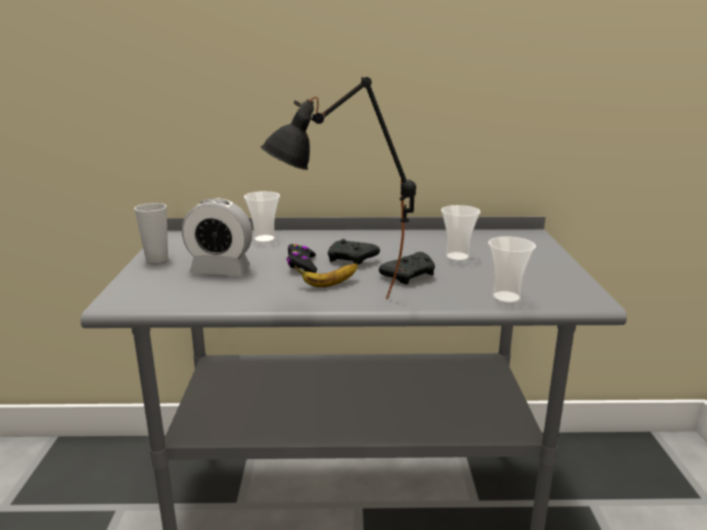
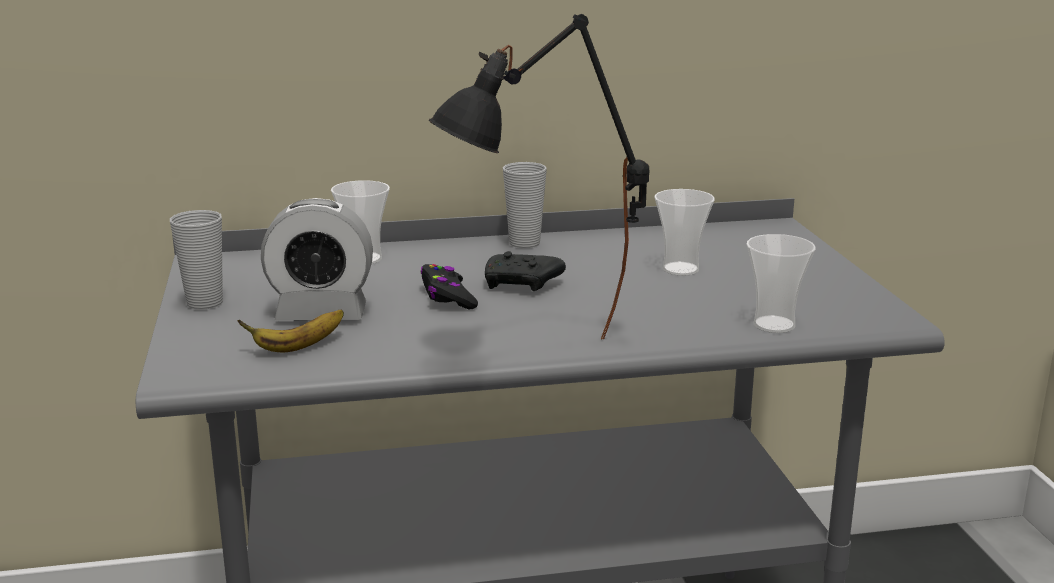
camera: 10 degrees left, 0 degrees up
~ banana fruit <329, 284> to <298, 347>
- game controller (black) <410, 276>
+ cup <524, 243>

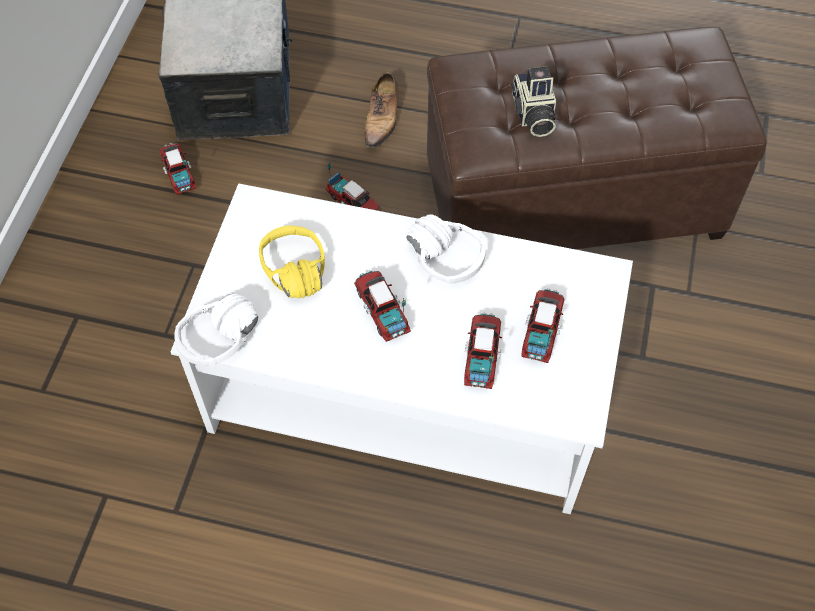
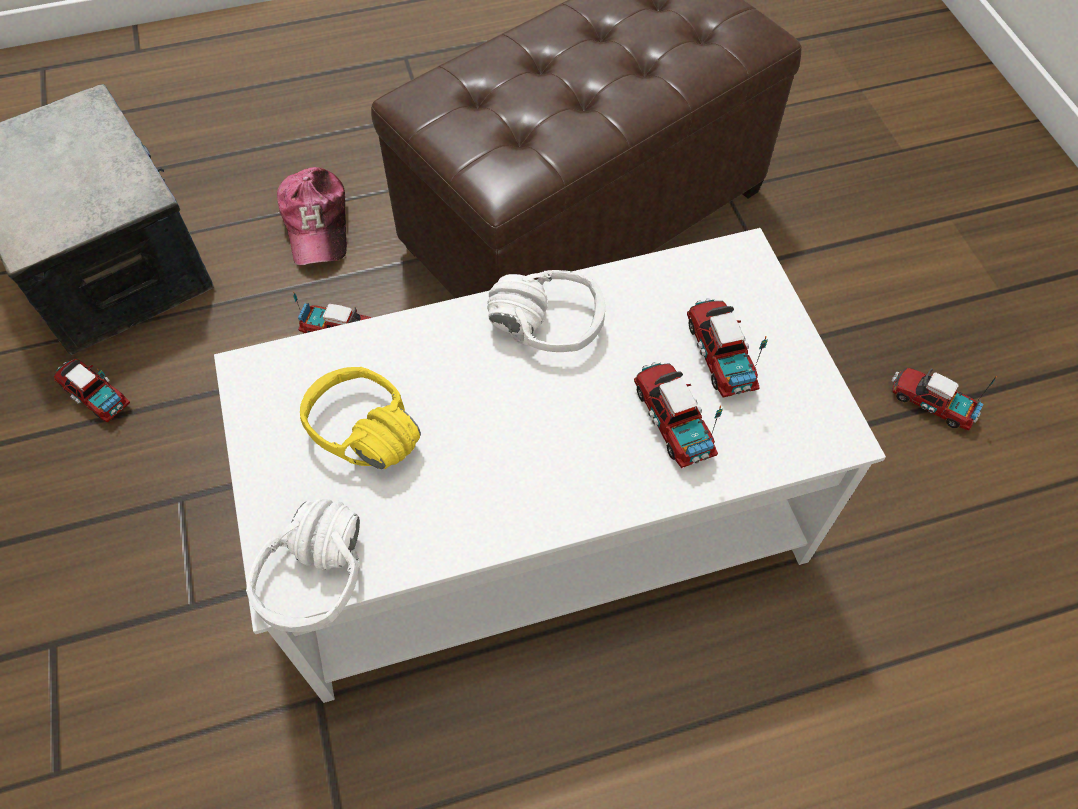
camera: 30 degrees left, 0 degrees up
~ toy lorry <381, 309> to <930, 403>
~ item of footwear <382, 118> to peaked cap <317, 223>
- photo camera <532, 115>

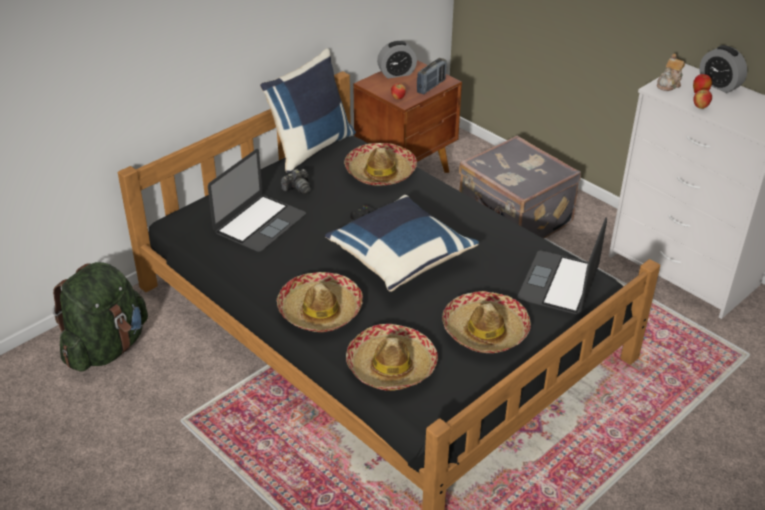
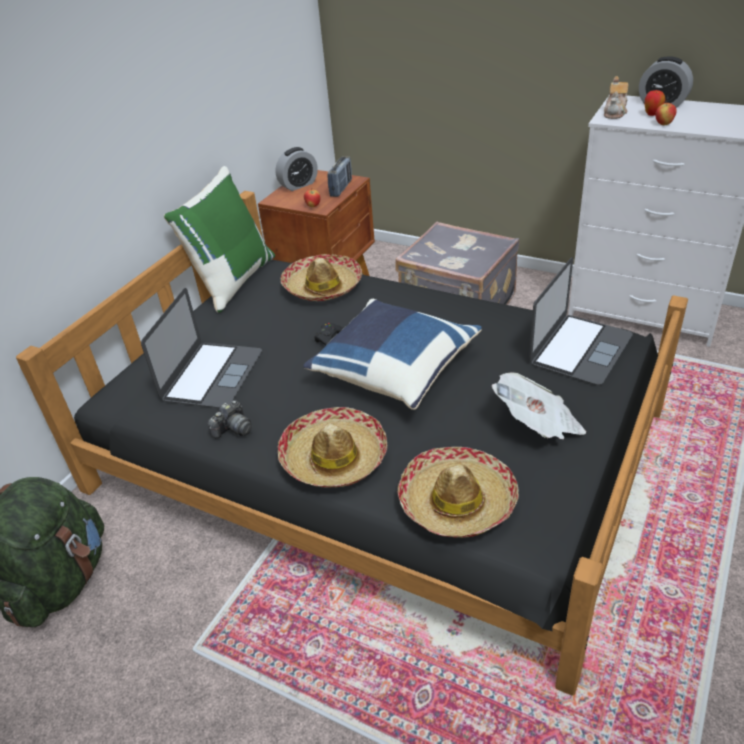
camera: 15 degrees left, 0 degrees up
~ cushion (blue-coloured) <311, 147> to cushion (green) <233, 281>
~ photo camera <298, 189> to <233, 429>
~ clothing hat <485, 331> to printed paper <538, 425>
~ notebook computer <559, 283> = <580, 349> 150 degrees counterclockwise

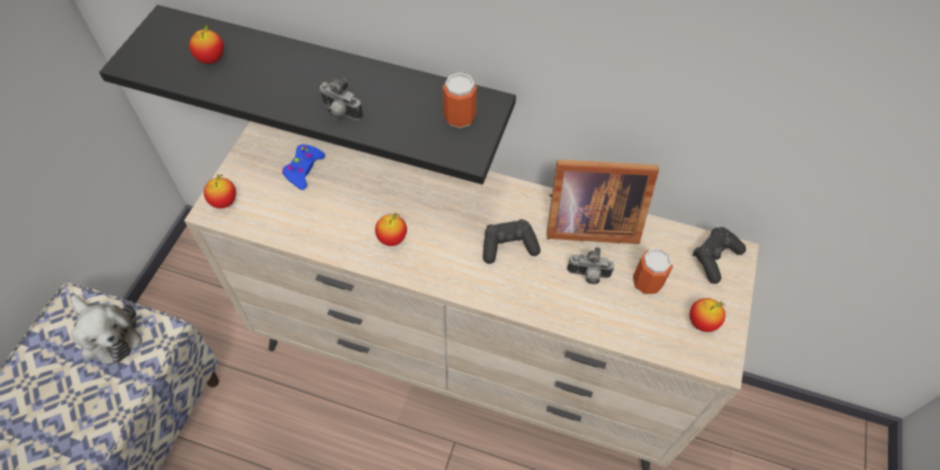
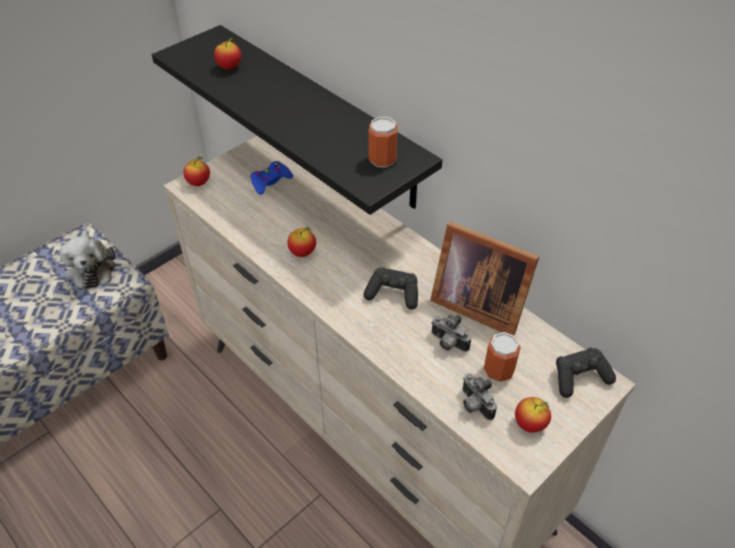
camera: 30 degrees right, 10 degrees down
~ photo camera <340, 113> to <474, 405>

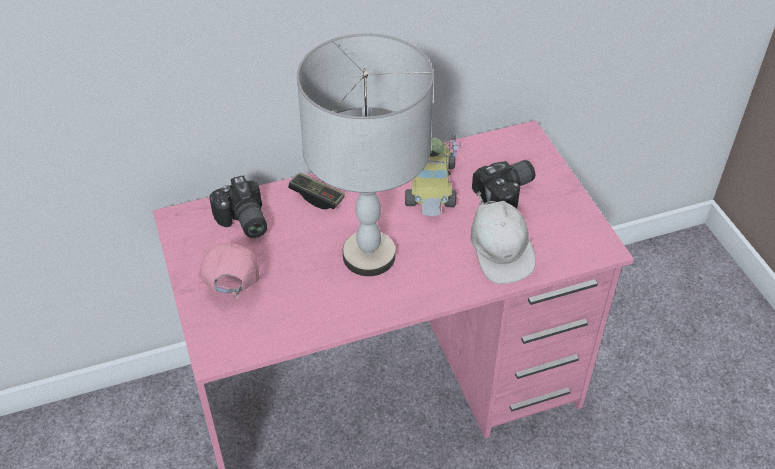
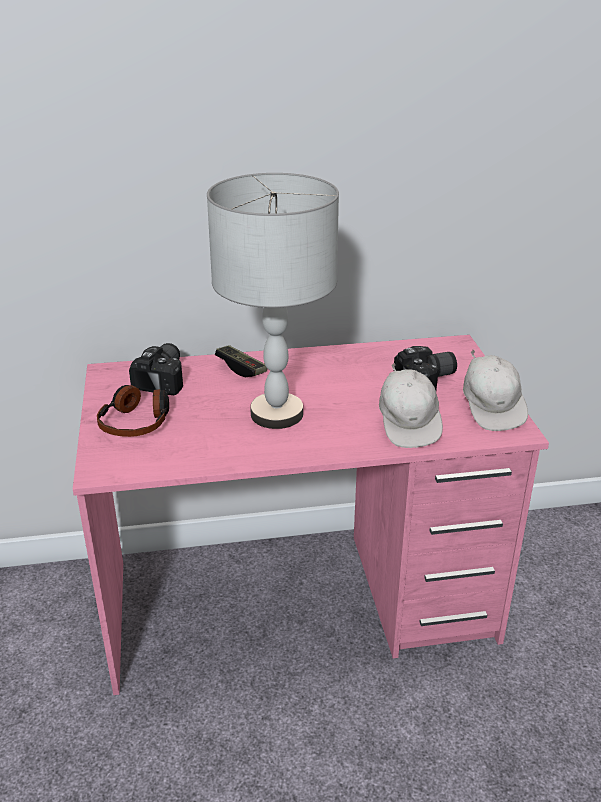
camera: 10 degrees right, 15 degrees down
~ peaked cap (pinkish) <231, 285> to pair of headphones <136, 422>
~ photo camera <242, 222> = <165, 379> 150 degrees counterclockwise
- miniature car <431, 186>
+ peaked cap (white) <492, 409>

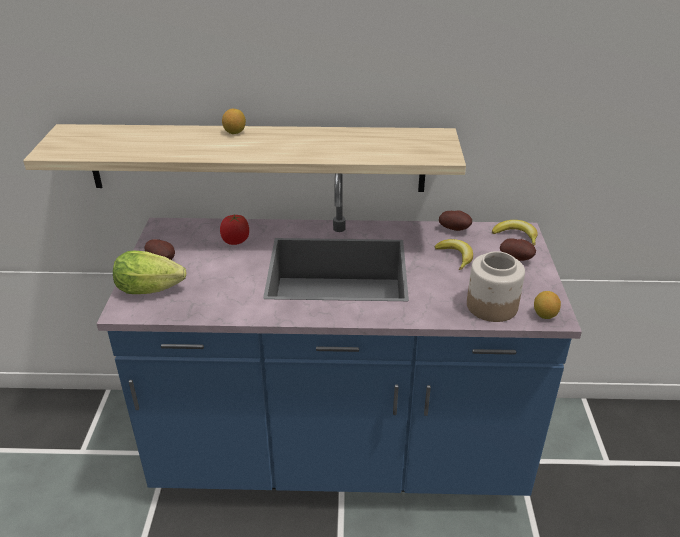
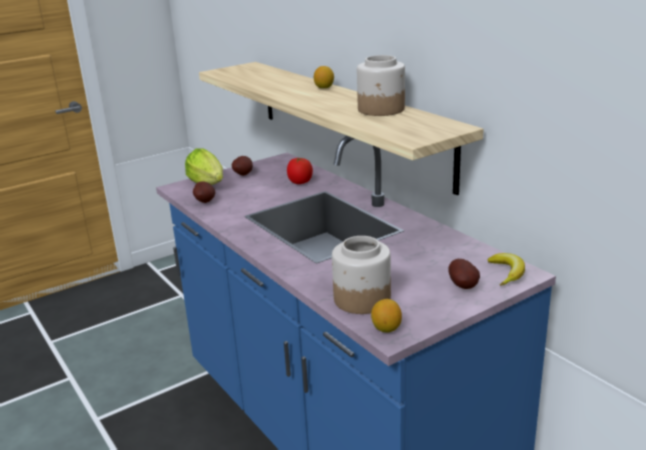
camera: 55 degrees right, 10 degrees down
- banana fruit <455, 257>
~ whole potato <455, 229> to <205, 201>
+ storage jar <381, 109>

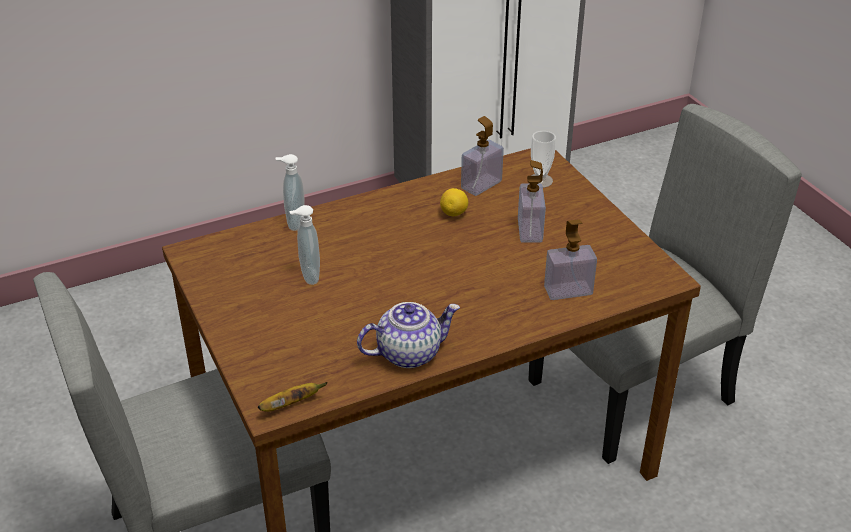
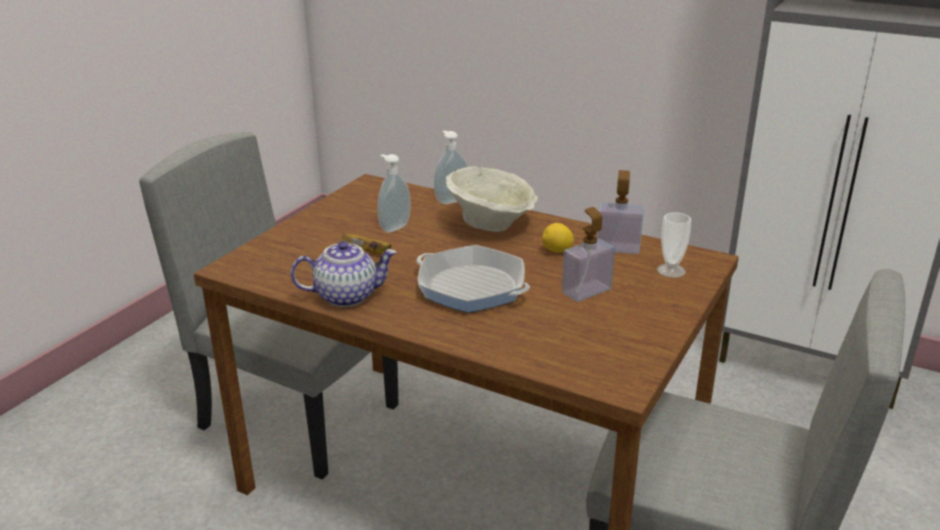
camera: 55 degrees right, 10 degrees down
~ banana fruit <291, 404> to <370, 253>
~ teapot <409, 353> = <347, 296> 45 degrees counterclockwise
- soap bottle <568, 290>
+ pan <471, 287>
+ serving bowl (beige-coloured) <491, 225>

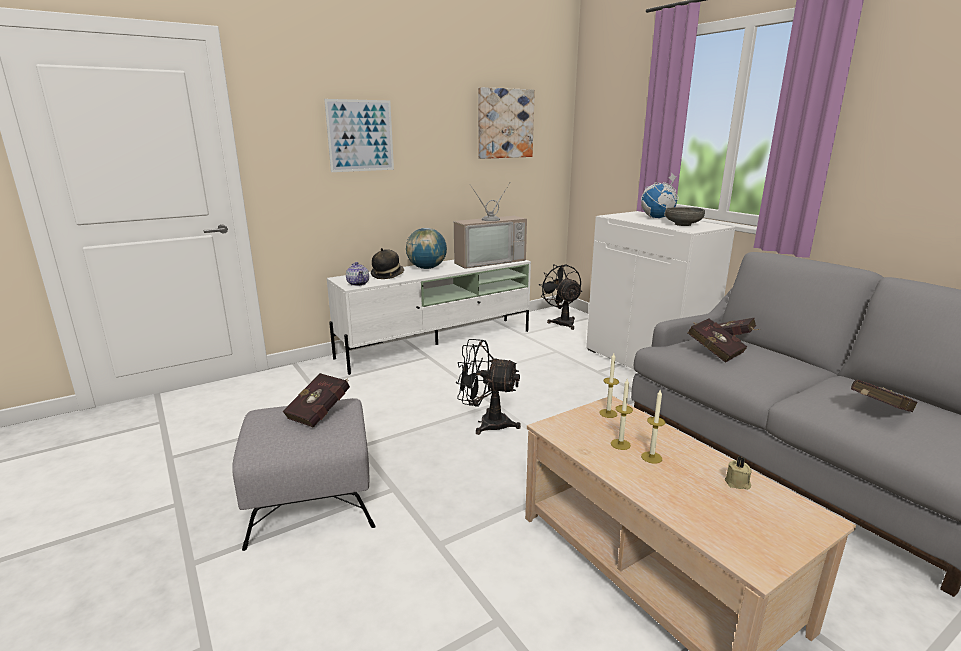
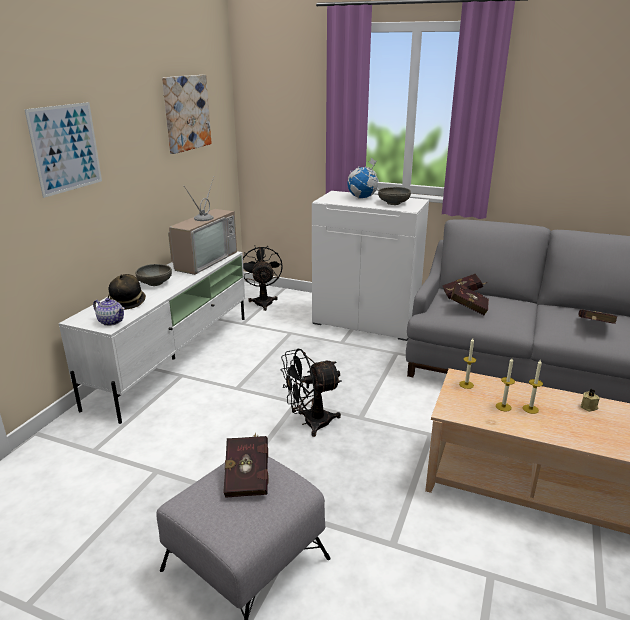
camera: 35 degrees left, 5 degrees up
~ desk globe <427, 268> to serving bowl (grey) <155, 283>
~ cooling fan (black) <562, 322> = <263, 301> 45 degrees clockwise

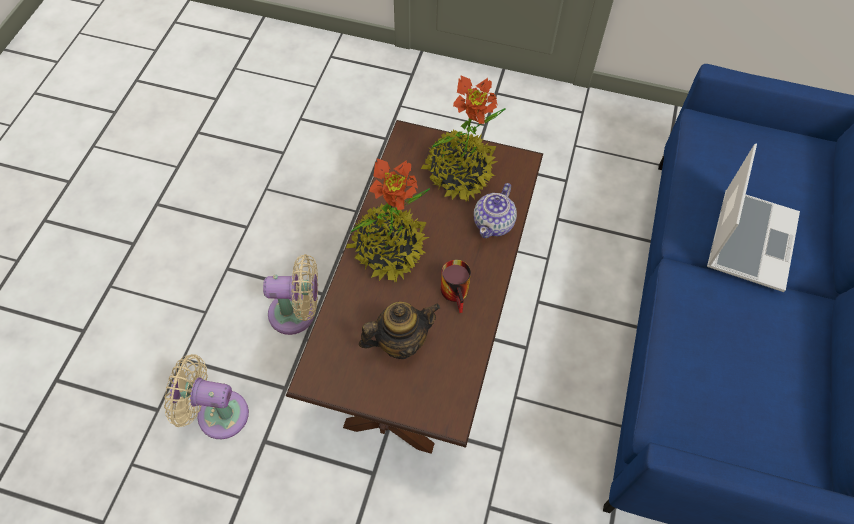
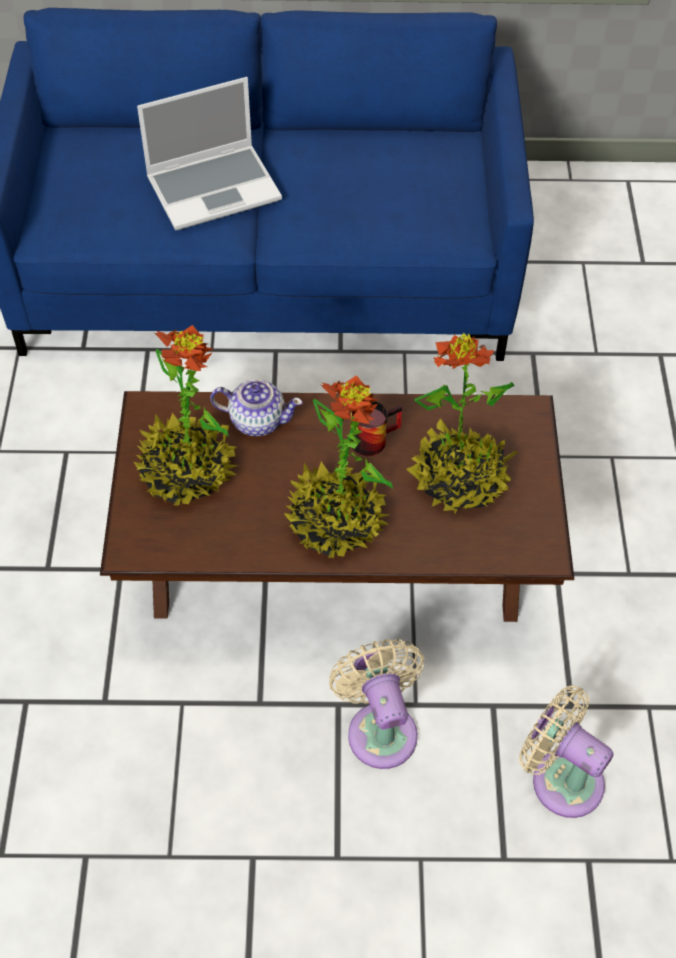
camera: 105 degrees left, 5 degrees down
~ cooling fan (beige-coloured) <217, 413> = <561, 778> 135 degrees clockwise
~ teapot <400, 342> to houseplant <459, 479>
~ notebook computer <750, 239> = <215, 188> 150 degrees clockwise

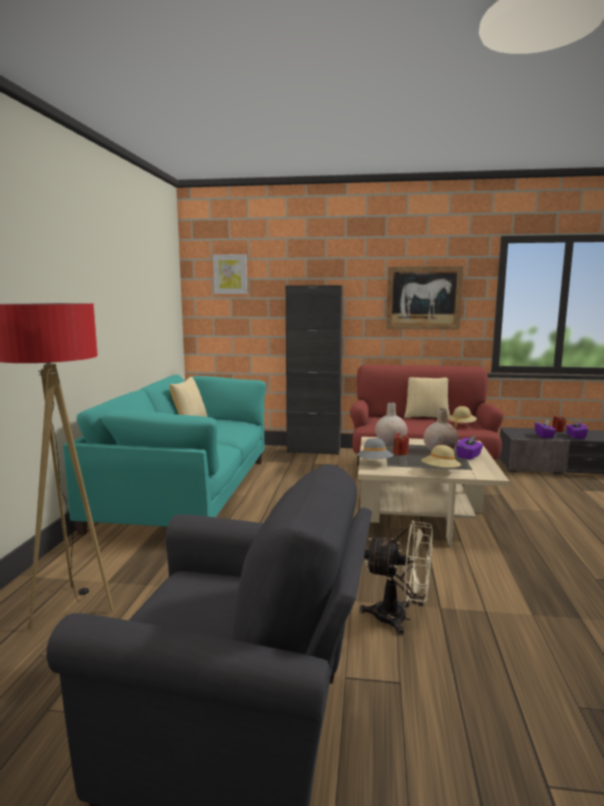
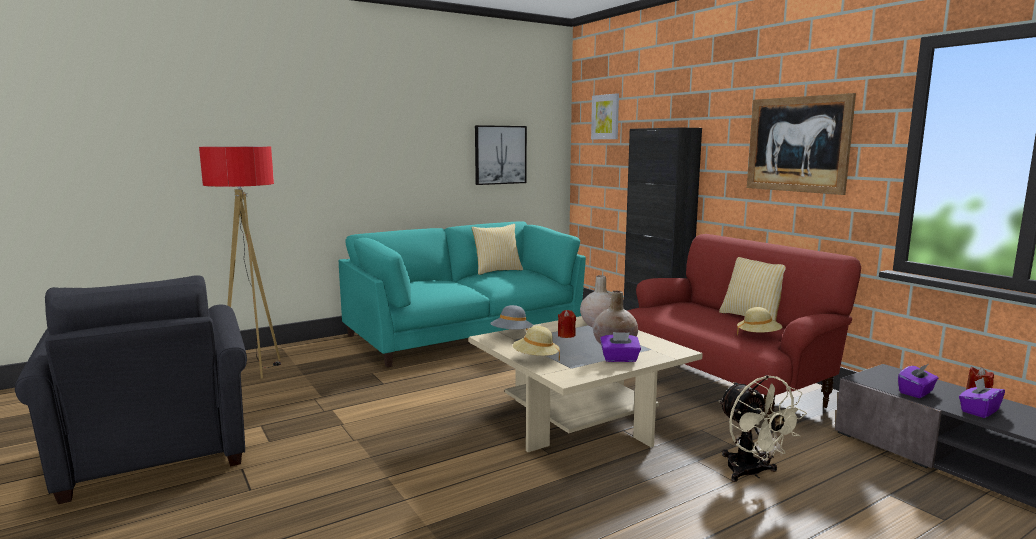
camera: 50 degrees right, 0 degrees up
~ cooling fan (beige-coloured) <399, 618> to <751, 473>
+ wall picture <500, 155>

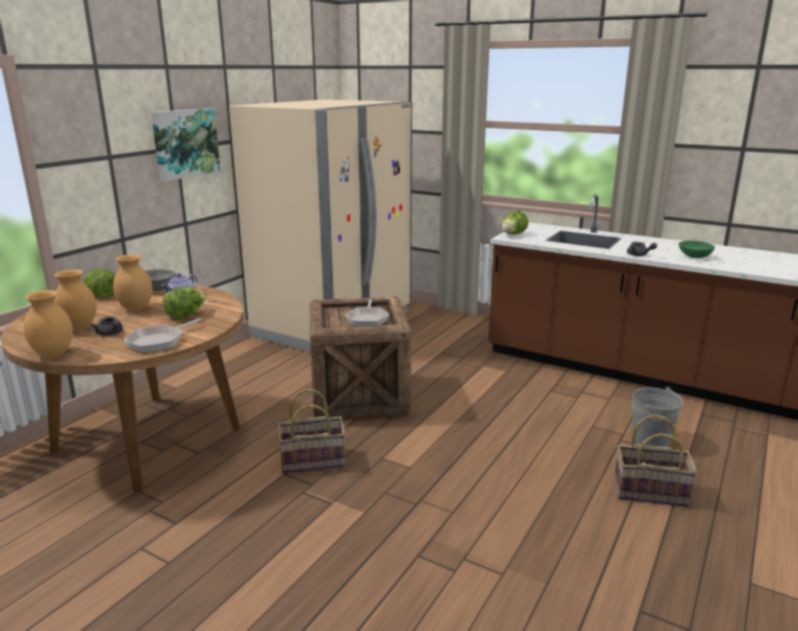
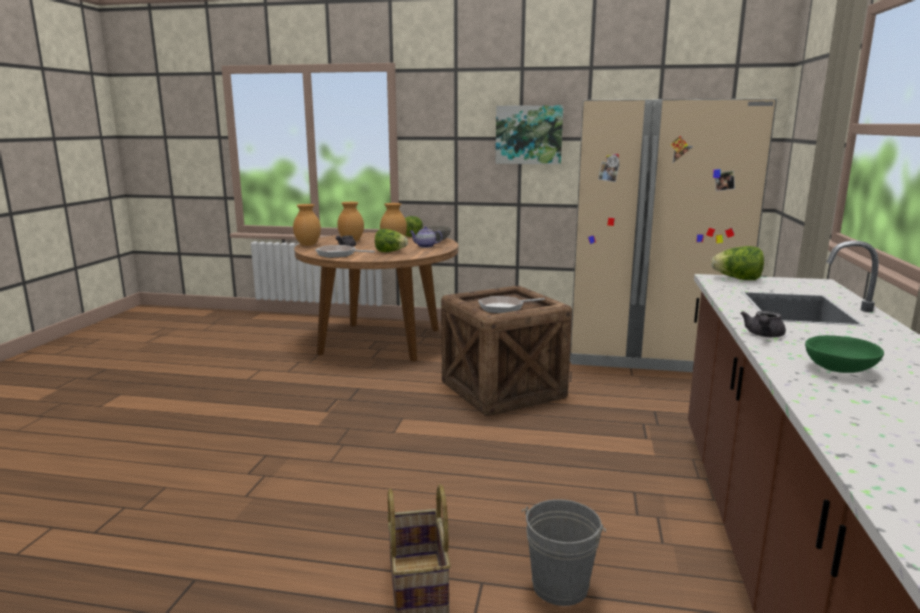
camera: 70 degrees right, 5 degrees down
- basket <313, 460>

